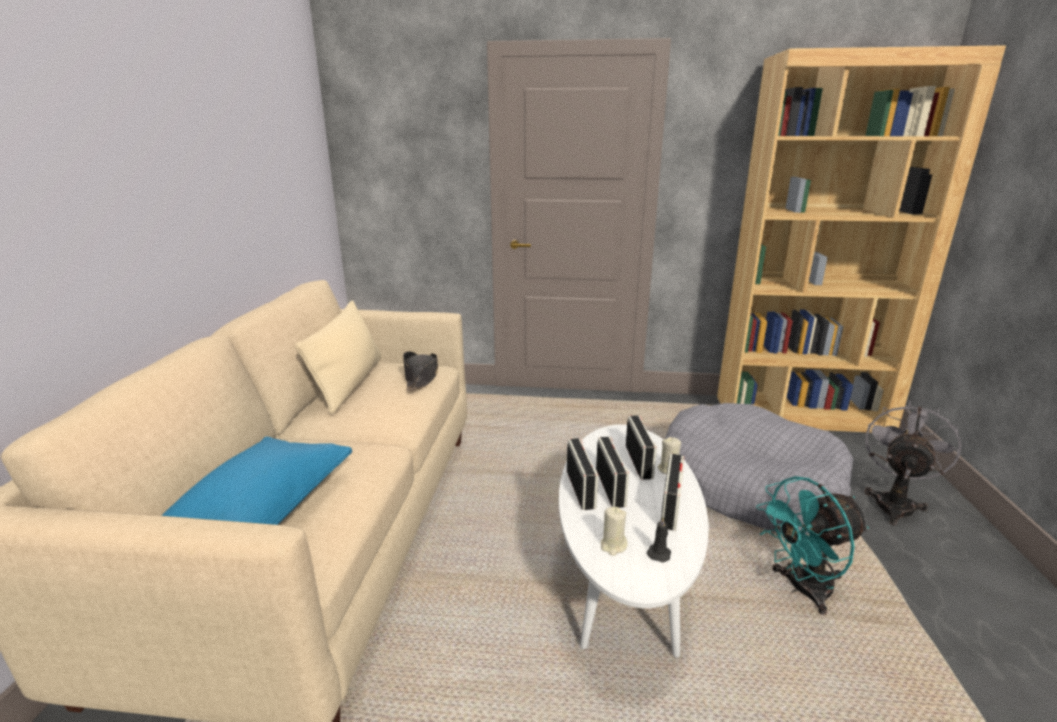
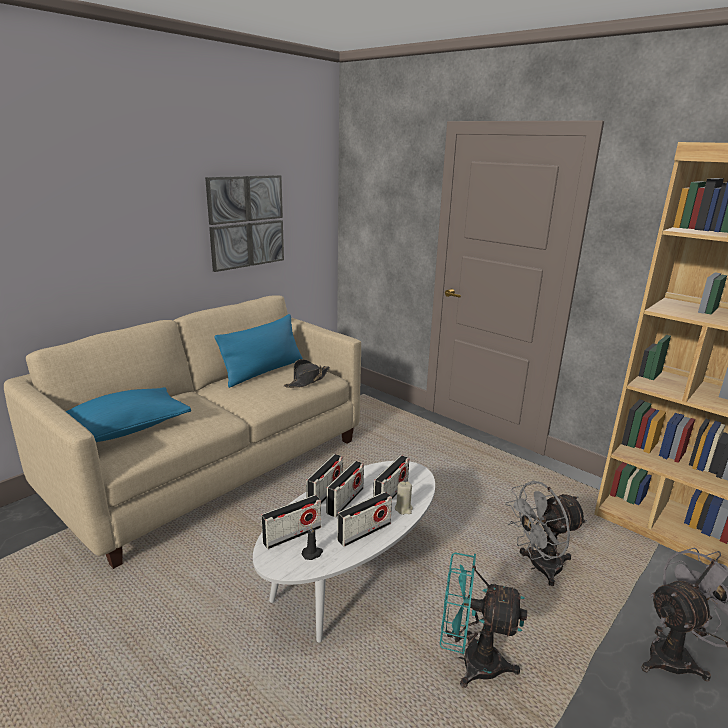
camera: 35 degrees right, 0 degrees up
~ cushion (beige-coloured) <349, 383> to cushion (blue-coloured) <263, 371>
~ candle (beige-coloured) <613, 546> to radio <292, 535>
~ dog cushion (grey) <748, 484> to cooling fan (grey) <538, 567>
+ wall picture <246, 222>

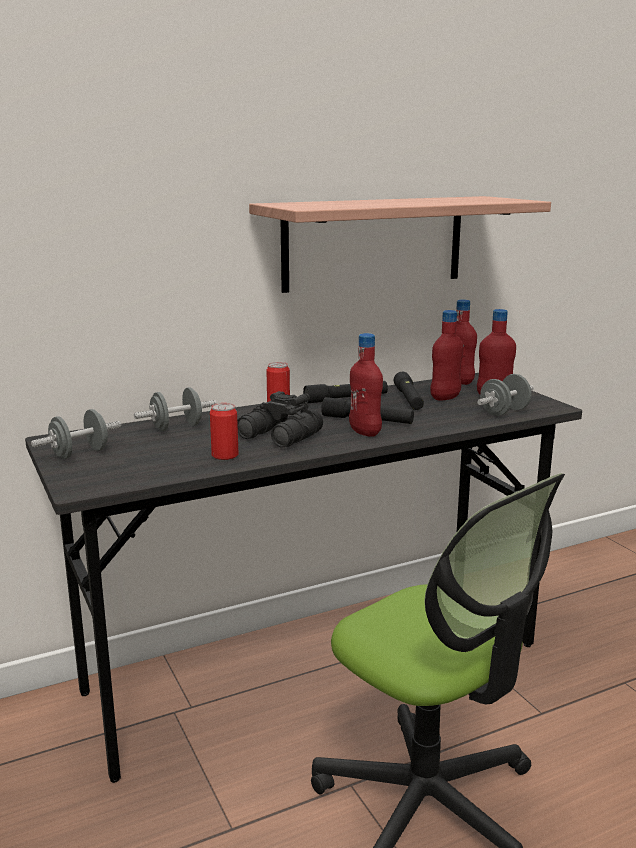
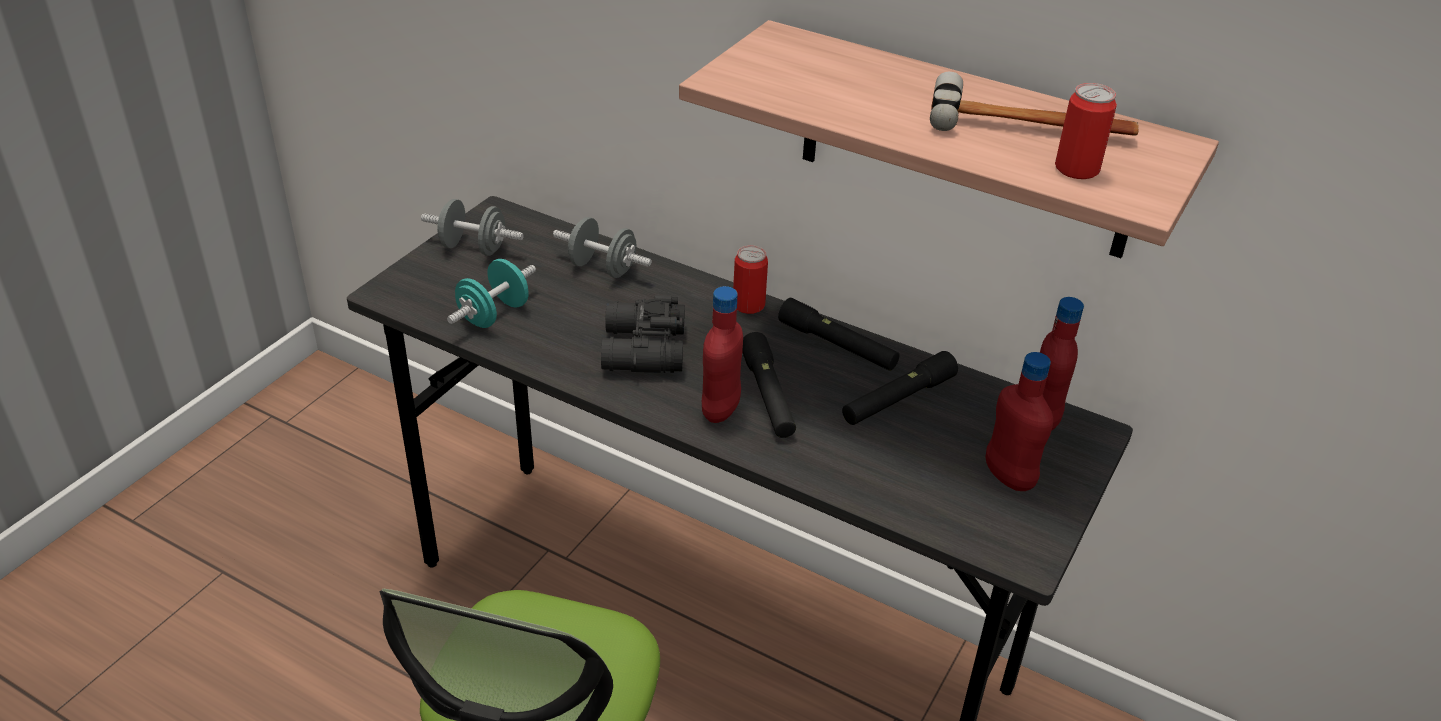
camera: 55 degrees right, 20 degrees up
~ metal can <225, 455> to <1077, 169>
- bottle (red) <445, 398>
- hand weight (grey) <504, 412>
+ hand weight (turquoise-coloured) <494, 314>
+ hammer <1031, 126>

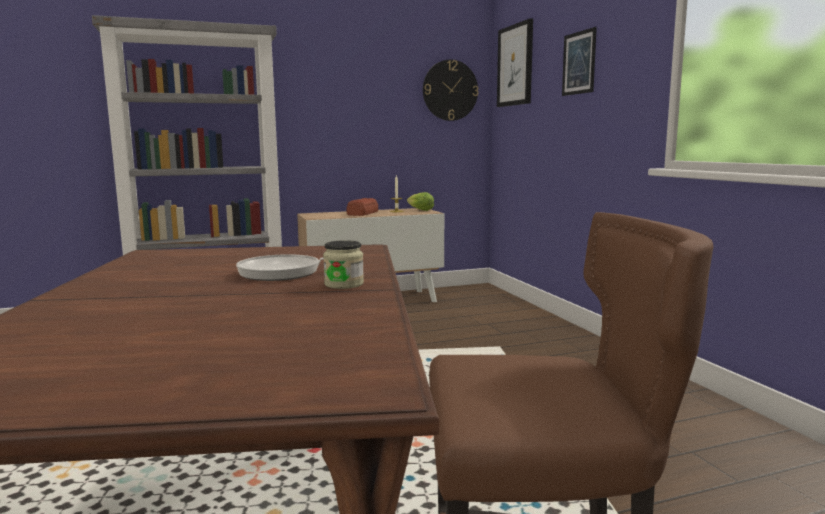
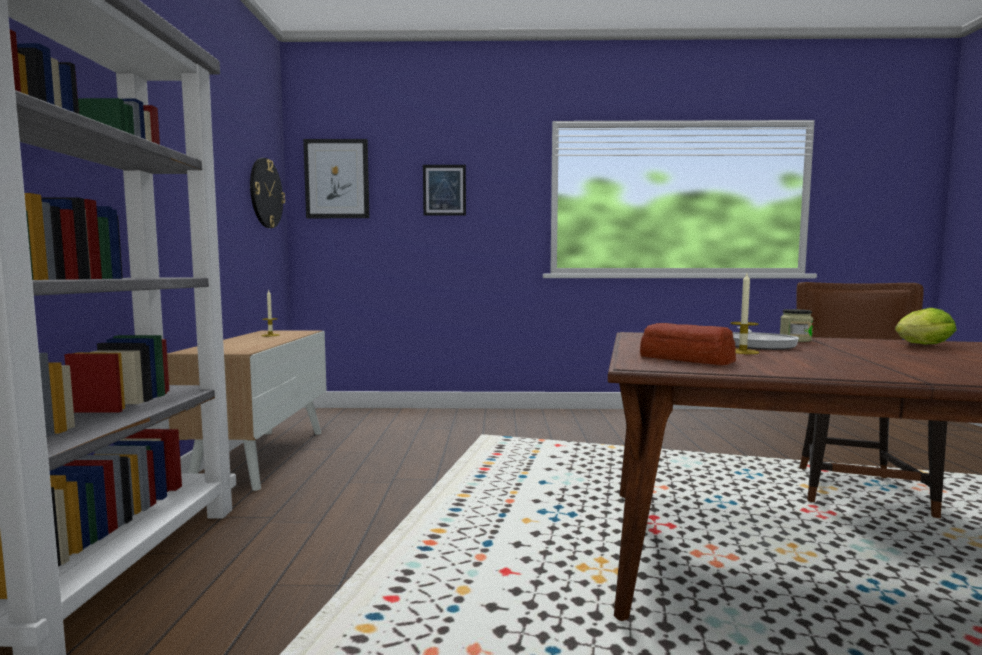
camera: 70 degrees left, 5 degrees down
~ bakery bread <363, 213> to <685, 358>
~ lettuce <420, 210> to <922, 345>
+ candle <742, 352>

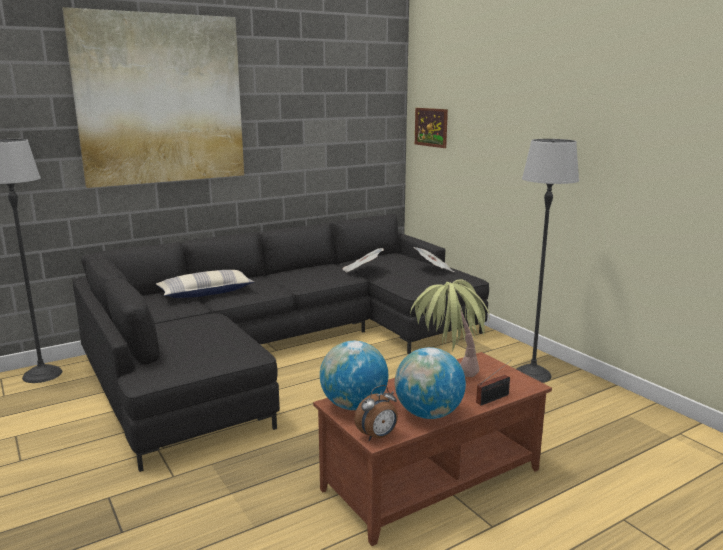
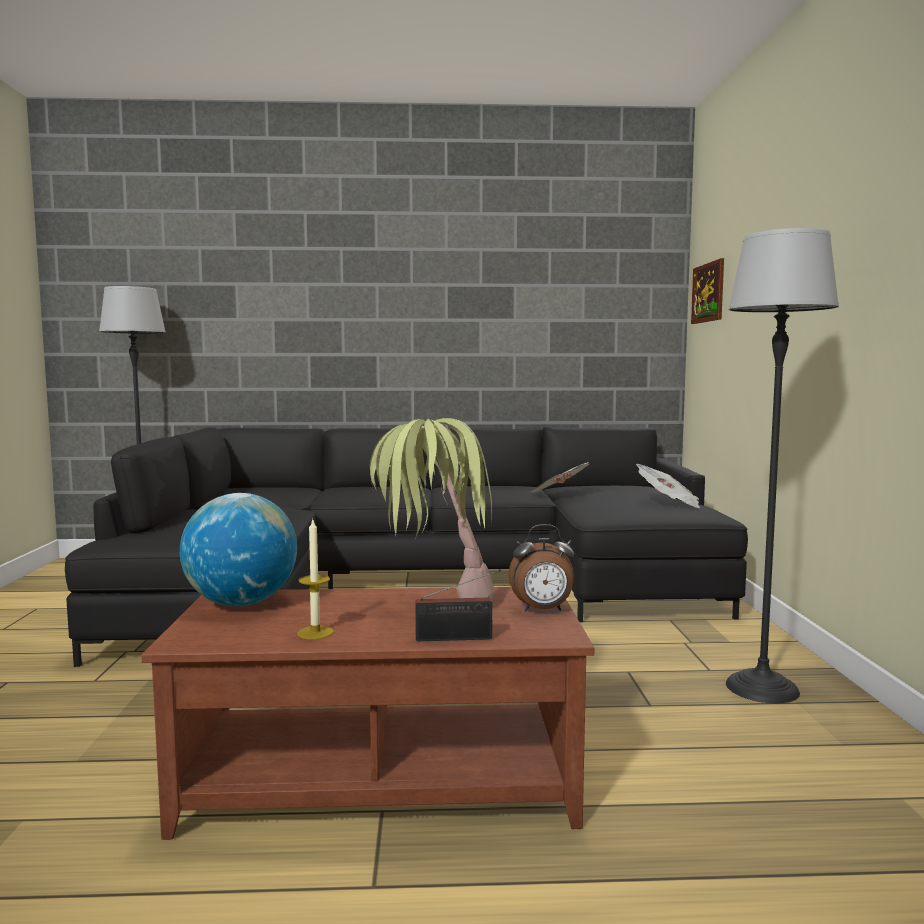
camera: 30 degrees right, 10 degrees down
- wall picture <161, 100>
- cushion <206, 293>
~ bedside clock <377, 436> to <542, 610>
~ desk globe <428, 414> to candle <315, 632>

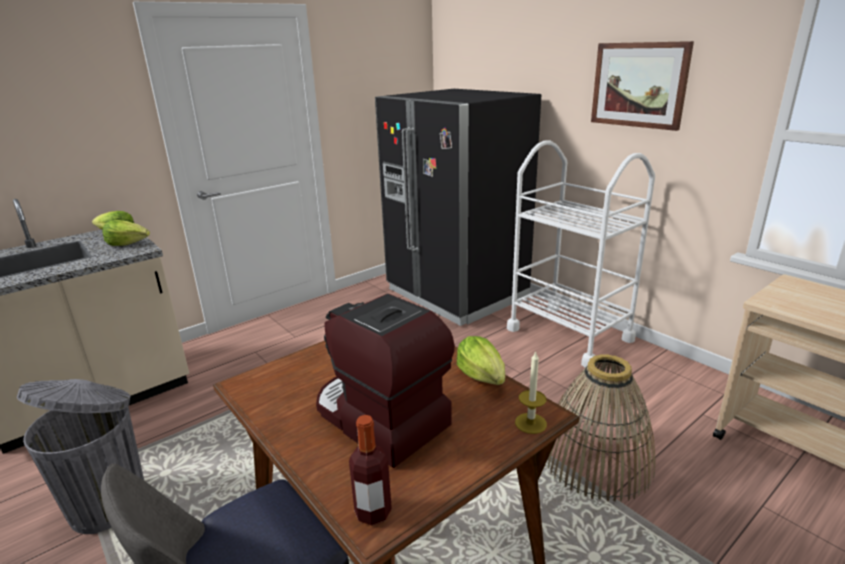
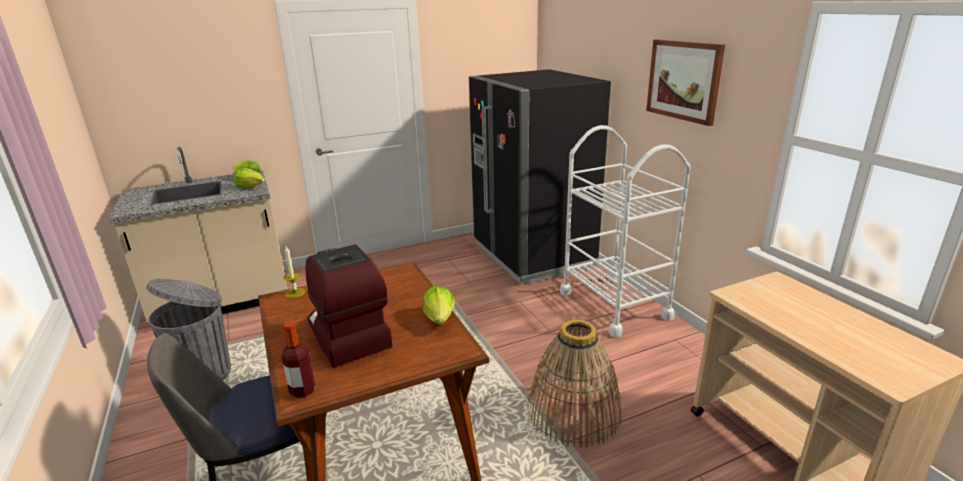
camera: 15 degrees right, 0 degrees up
~ candle <530, 423> to <295, 293>

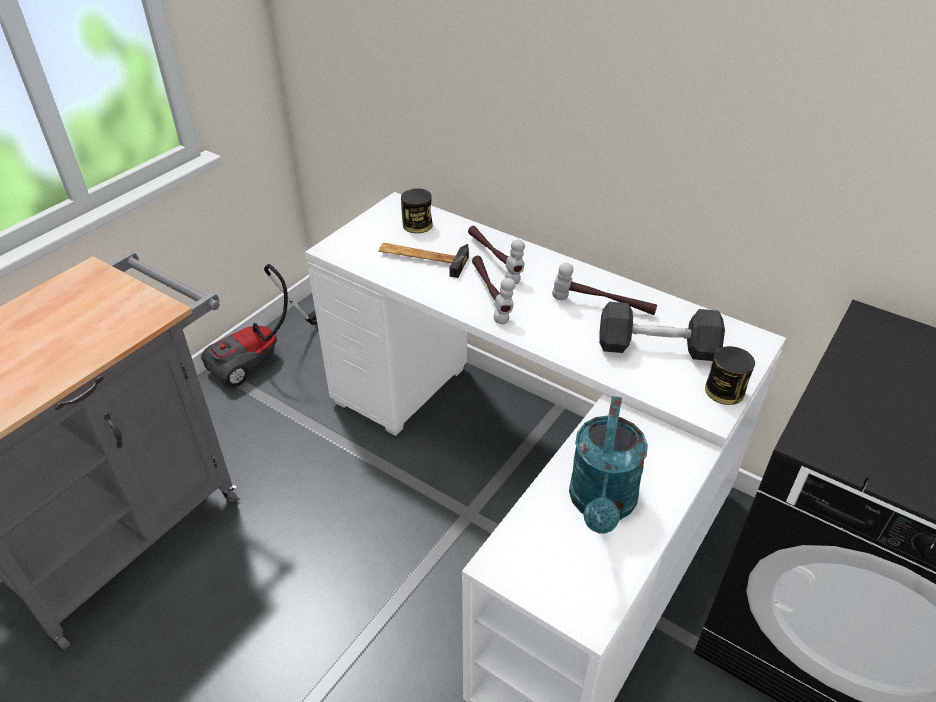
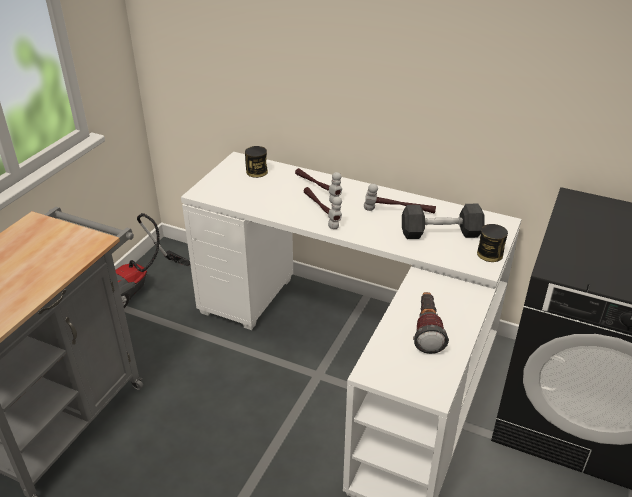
camera: 10 degrees left, 5 degrees down
- hammer <423, 257>
~ watering pot (turquoise-coloured) <602, 504> to hand torch <427, 330>

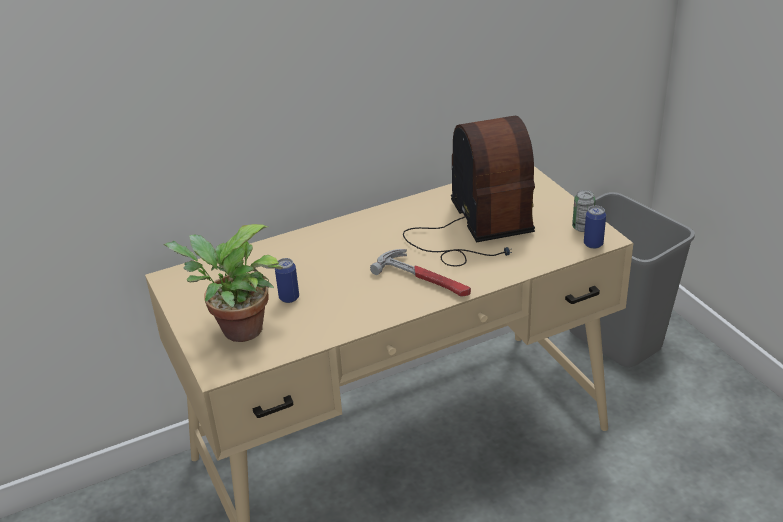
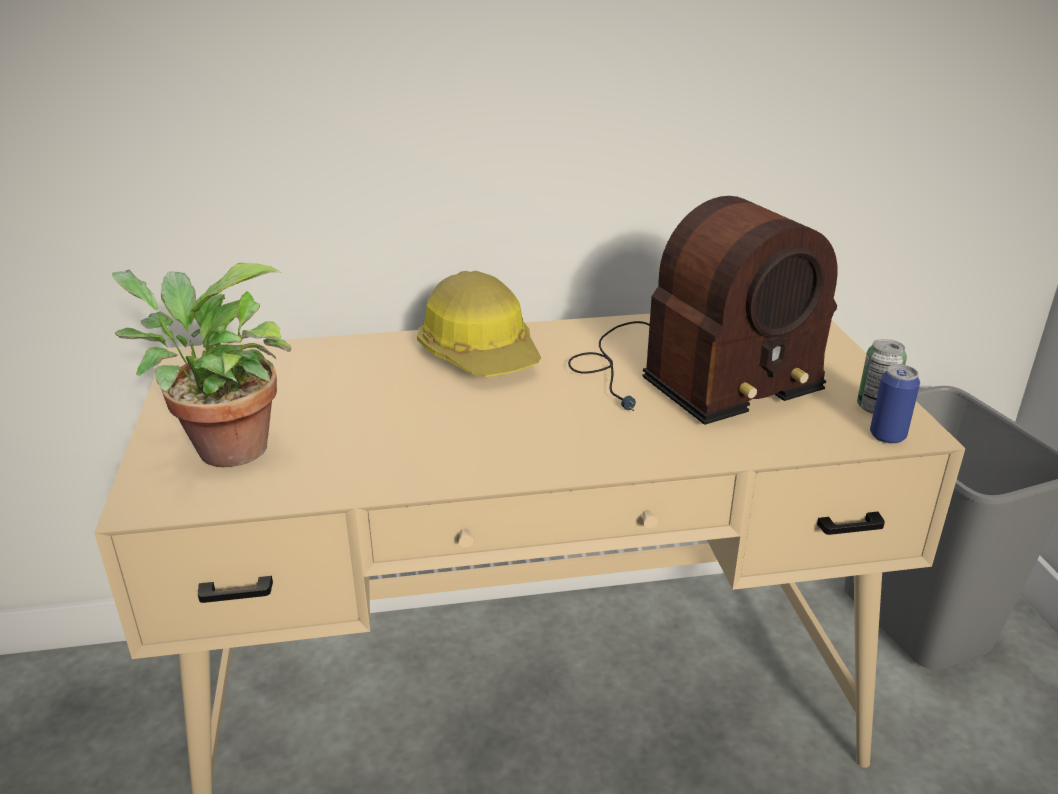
camera: 15 degrees right, 5 degrees down
- metal can <289, 297>
- hammer <424, 279>
~ radio <475, 229> = <687, 377> 60 degrees clockwise
+ hard hat <481, 353>

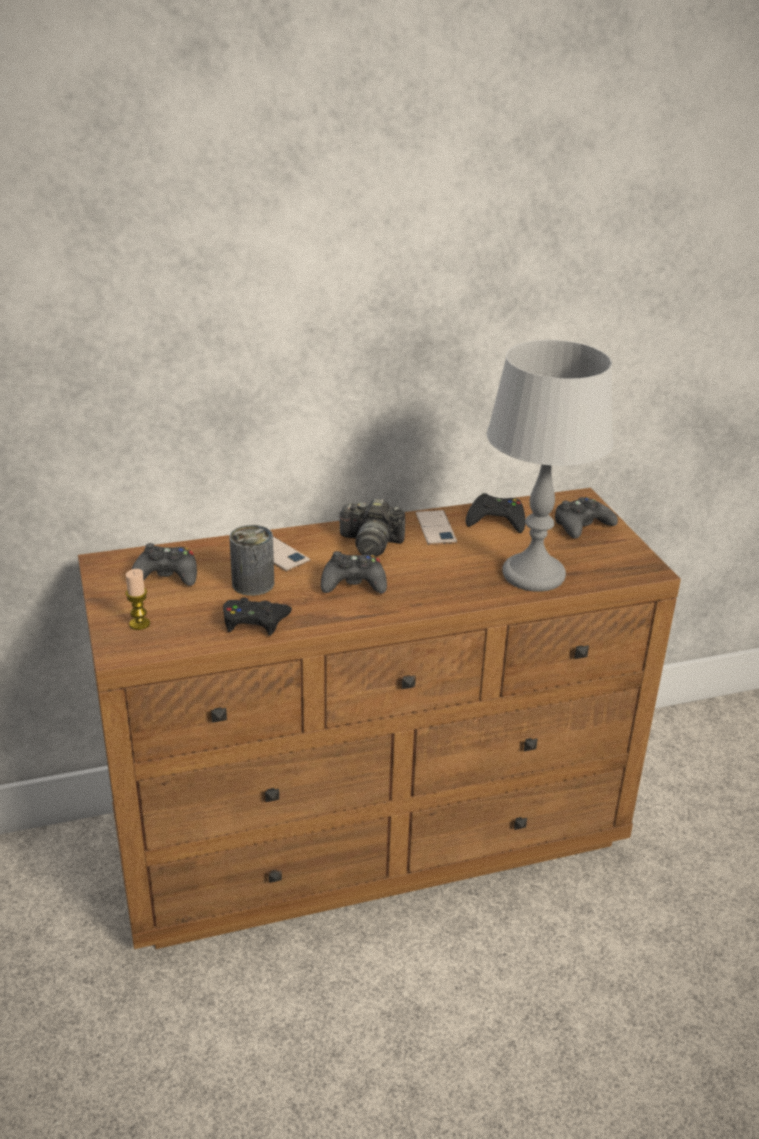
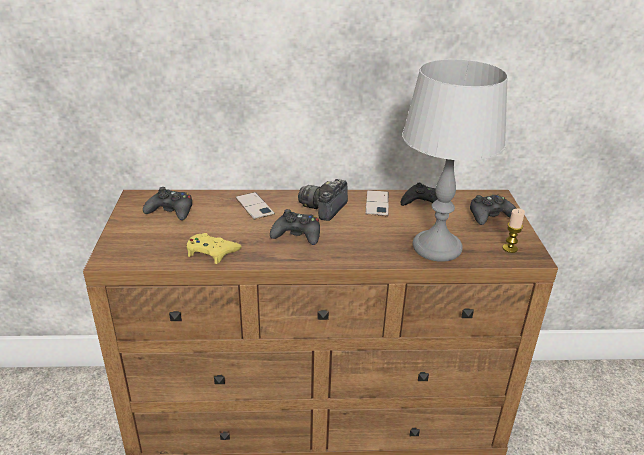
camera: 15 degrees right, 0 degrees up
~ candle <139, 624> to <509, 248>
~ game controller (black) <254, 621> to game controller (yellowish) <211, 252>
- metal can <253, 584>
~ photo camera <371, 544> = <324, 208> 90 degrees clockwise

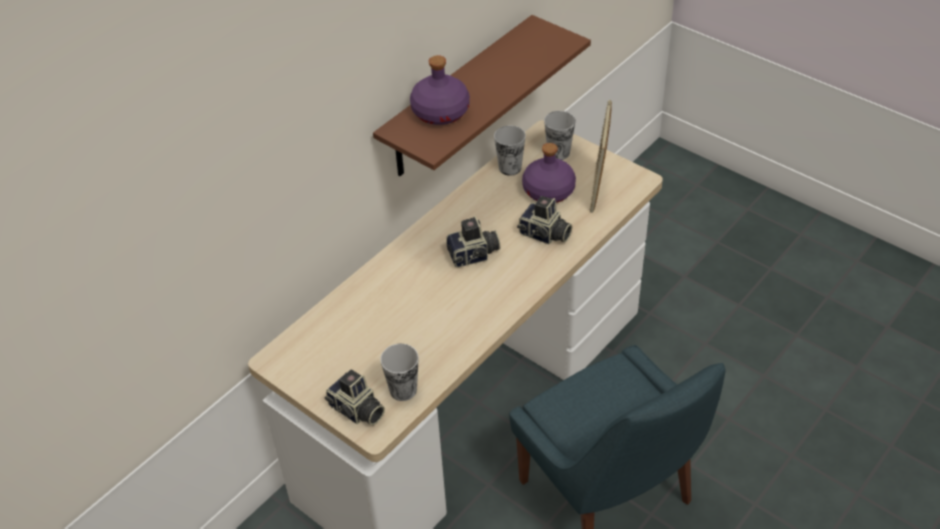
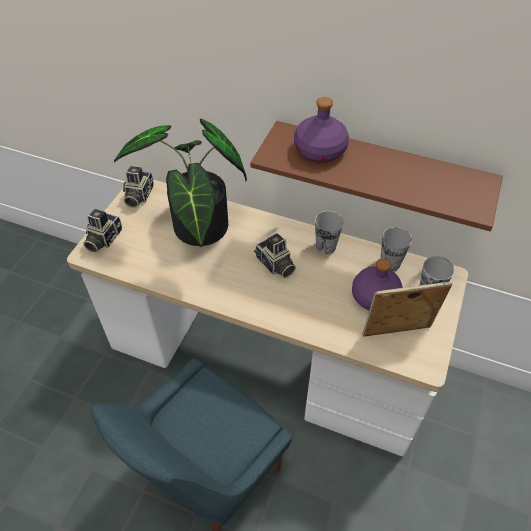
camera: 70 degrees right, 5 degrees up
~ cup <403, 390> to <326, 246>
~ photo camera <544, 235> to <138, 196>
+ houseplant <197, 232>

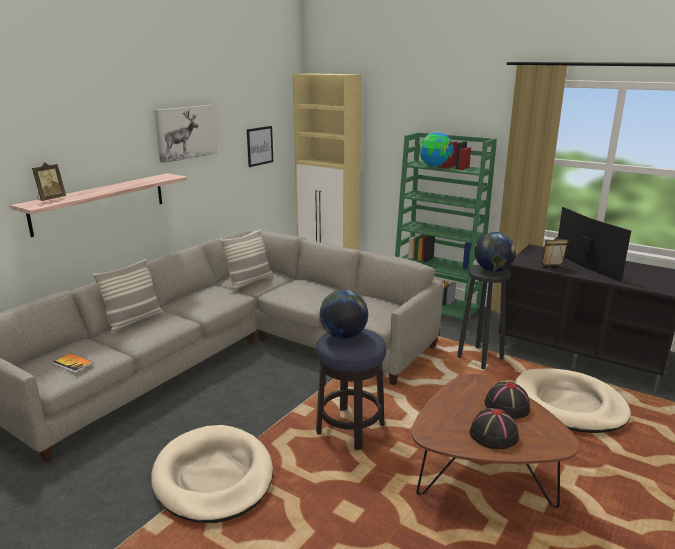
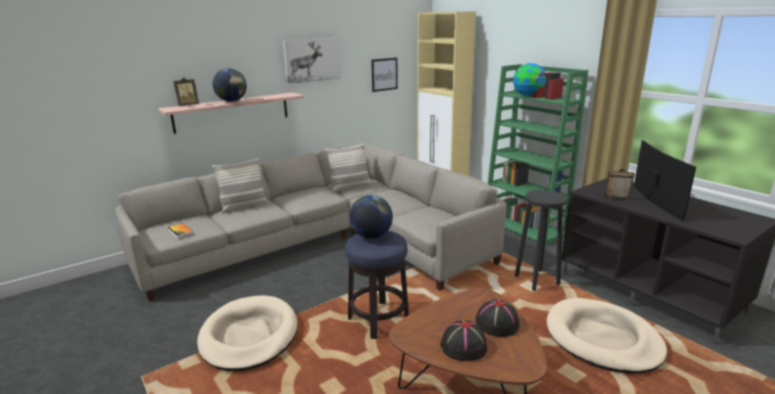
camera: 20 degrees right, 0 degrees up
~ desk globe <493, 270> to <232, 101>

